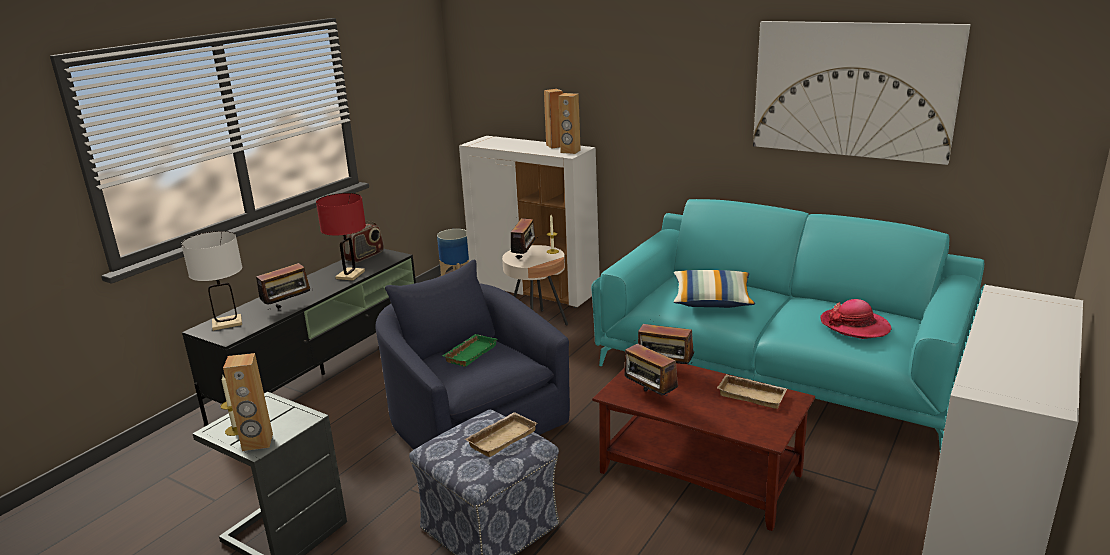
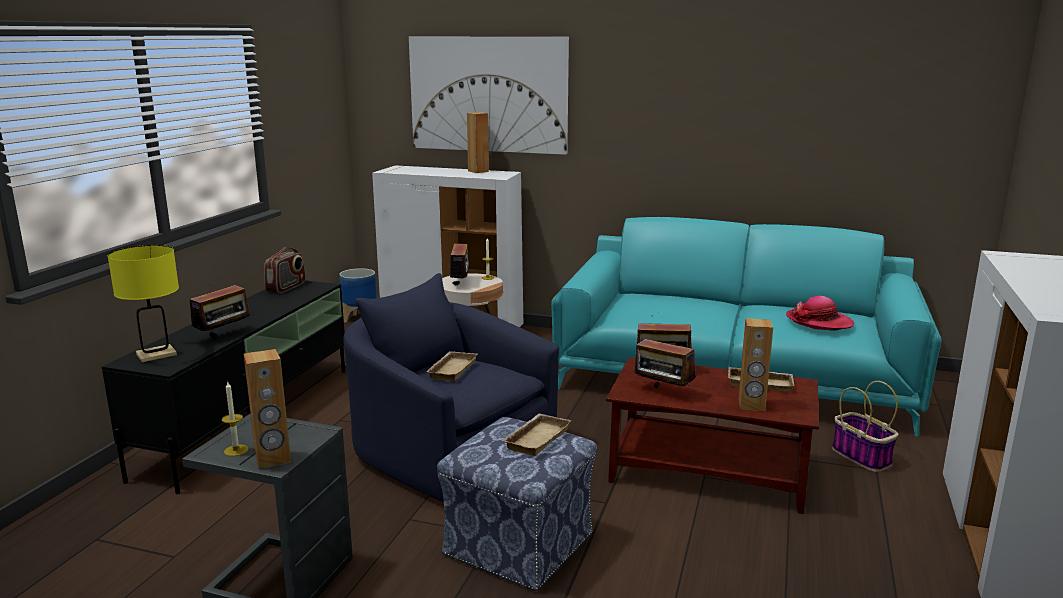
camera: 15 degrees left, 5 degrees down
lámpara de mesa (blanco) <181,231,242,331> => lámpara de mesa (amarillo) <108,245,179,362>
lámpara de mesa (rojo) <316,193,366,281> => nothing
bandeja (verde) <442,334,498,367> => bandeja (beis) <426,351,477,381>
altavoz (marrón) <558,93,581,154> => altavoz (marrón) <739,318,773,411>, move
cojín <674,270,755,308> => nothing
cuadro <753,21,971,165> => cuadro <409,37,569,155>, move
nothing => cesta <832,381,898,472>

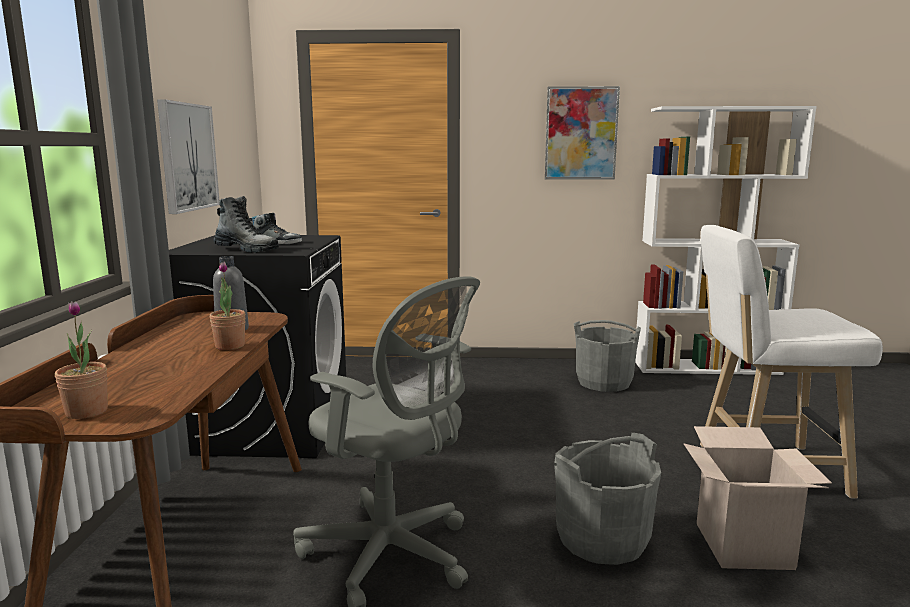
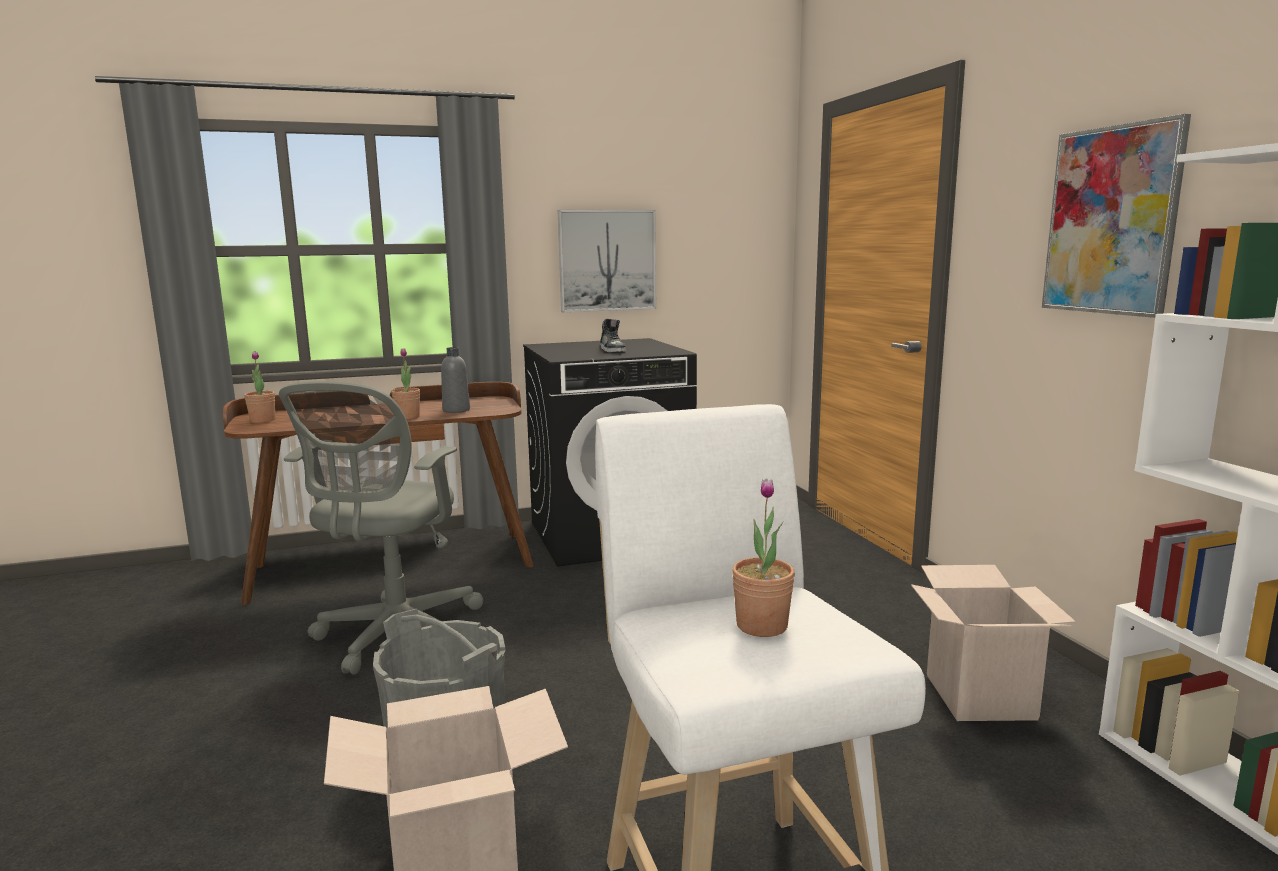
camera: 70 degrees right, 0 degrees up
bota <214,196,279,253> => nothing
cubo (gris) <574,320,641,392> => caja de cartón <911,565,1076,721>
nothing => planta en maceta <732,478,795,637>

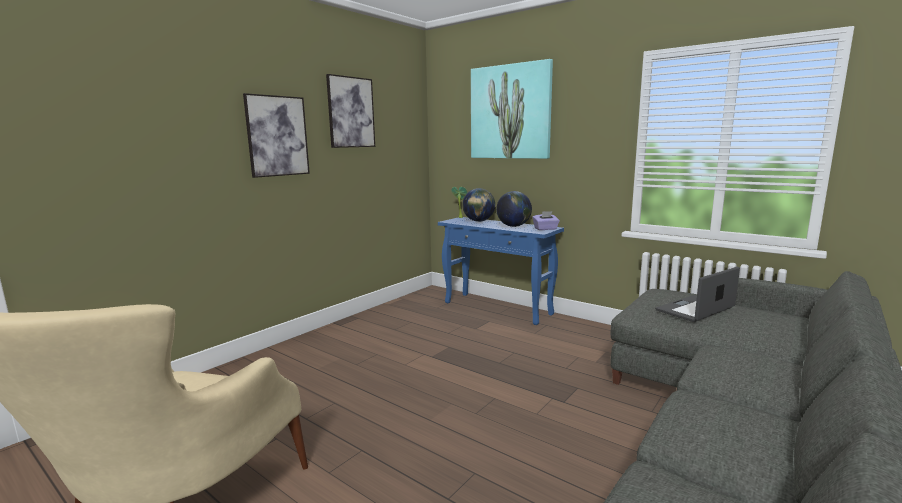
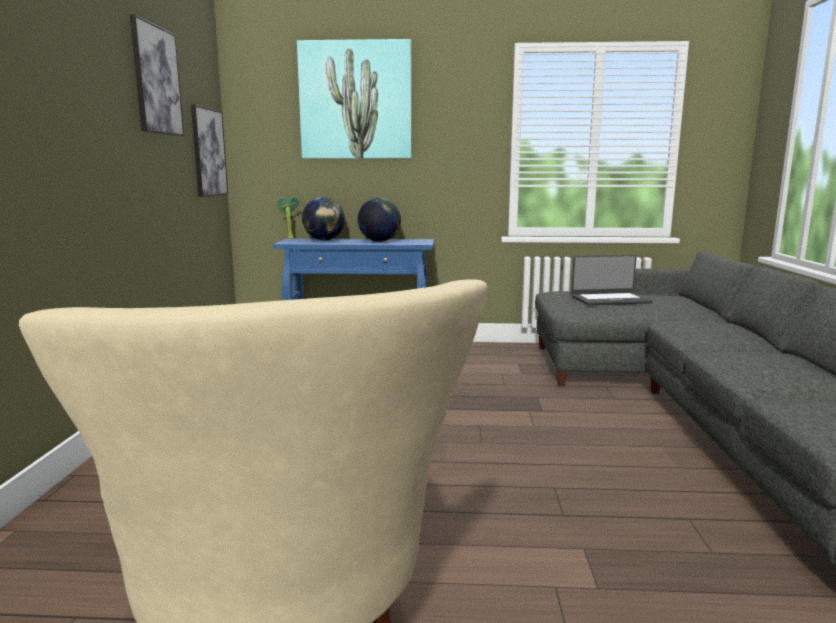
camera: 35 degrees left, 0 degrees up
cuadro <243,93,310,178> => cuadro <191,105,228,197>, move
caja de pañuelos (morado) <533,211,560,230> => nothing
portátil <655,267,740,322> => portátil <571,255,653,305>, 120 degrees counterclockwise

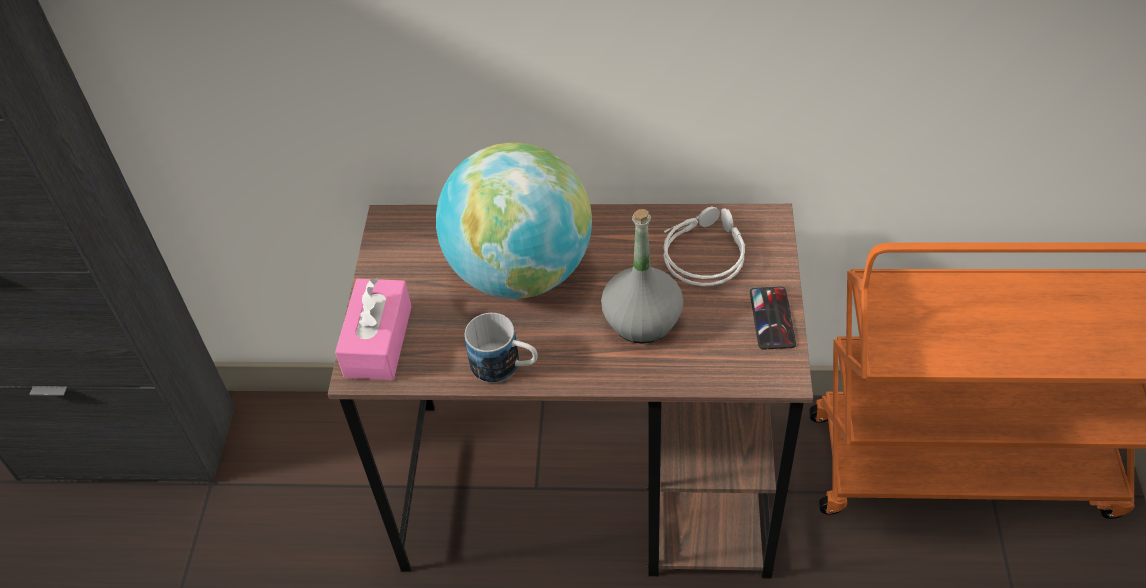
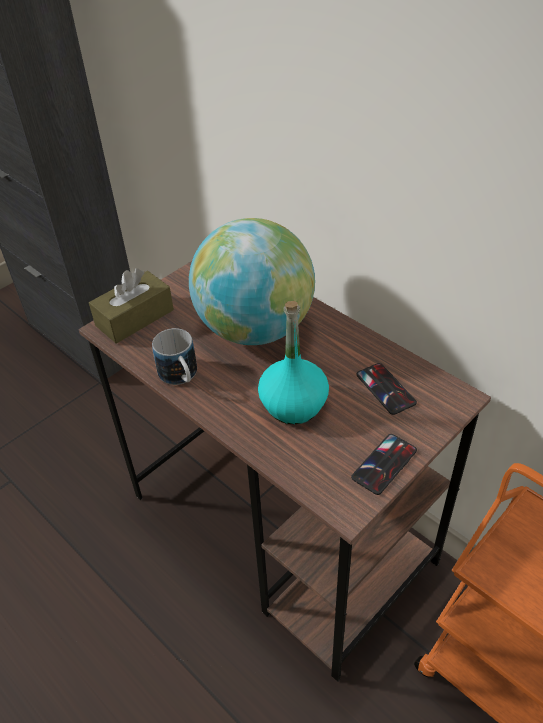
camera: 40 degrees right, 5 degrees down
caja de pañuelos (rosa) <335,278,412,380> => caja de pañuelos (marrón) <89,268,174,344>
botella (gris) <601,209,684,344> => botella (turquesa) <258,301,329,424>
auriculares (gris) <663,206,746,286> => móvil <356,363,417,415>

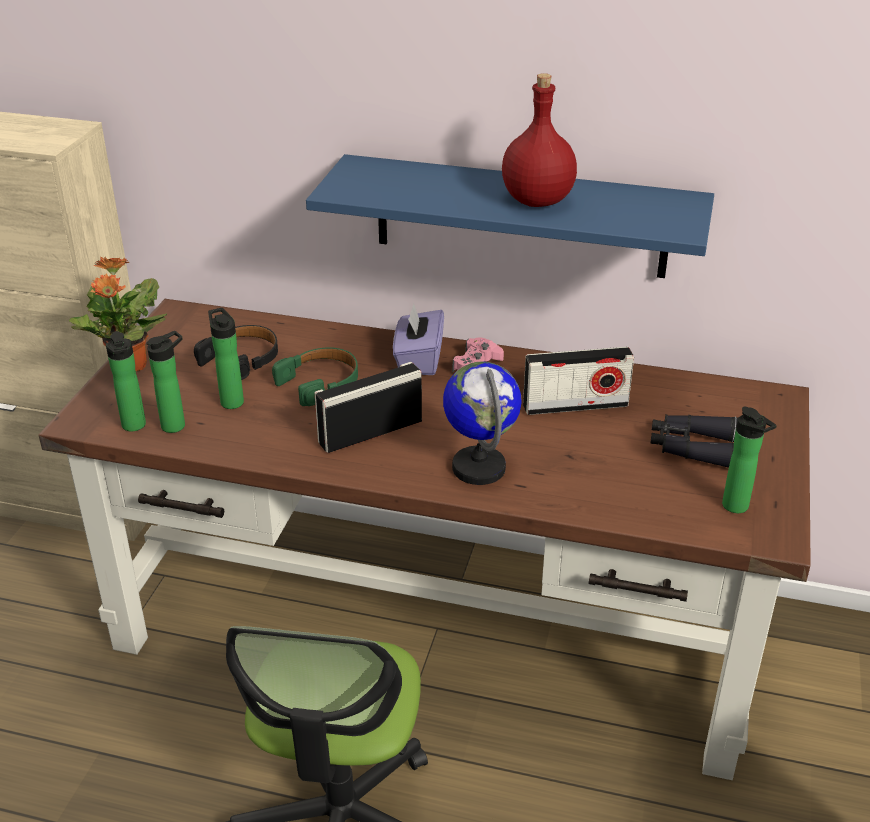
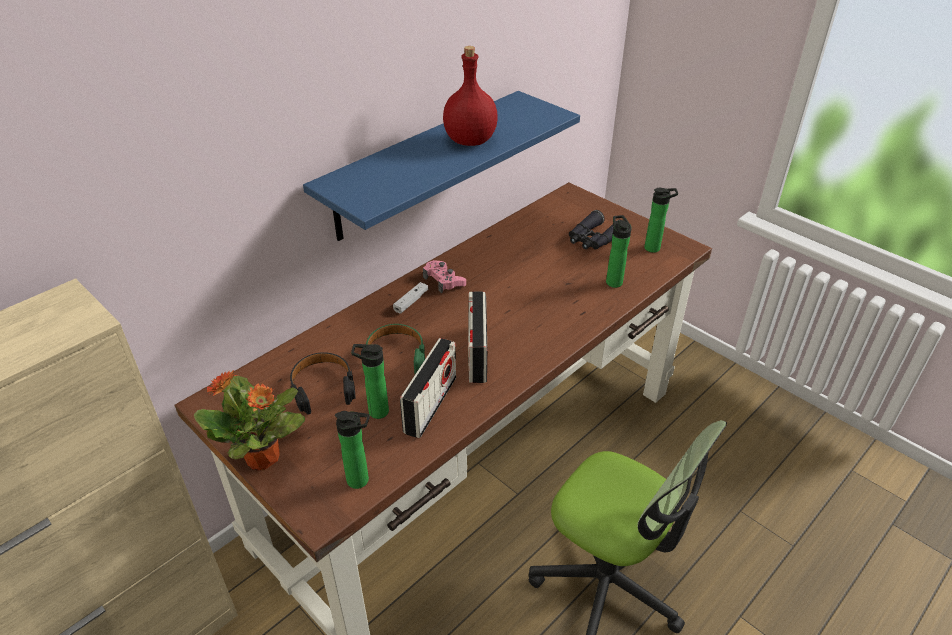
camera: 60 degrees left, 5 degrees up
botella <146,331,185,433> => botella <606,215,632,288>, move
caja de pañuelos (morado) <393,303,444,375> => mando de consola (blanco) <393,282,429,314>
globo terráqueo <443,361,522,485> => nothing
radio <523,347,634,415> => radio <400,338,456,438>, move

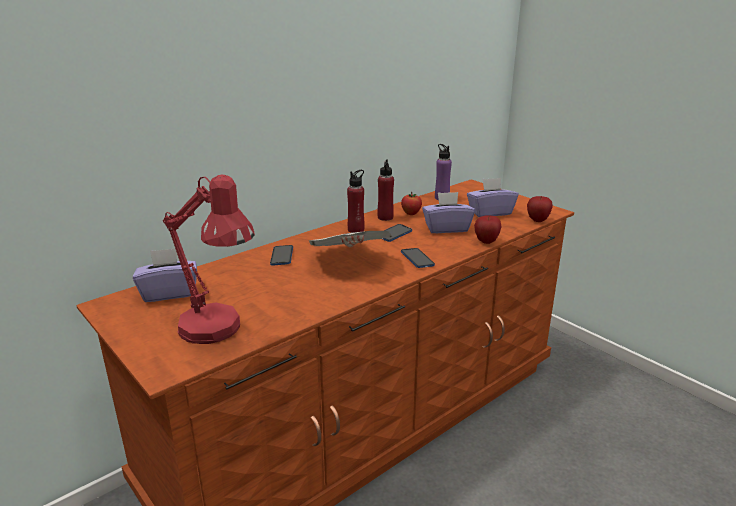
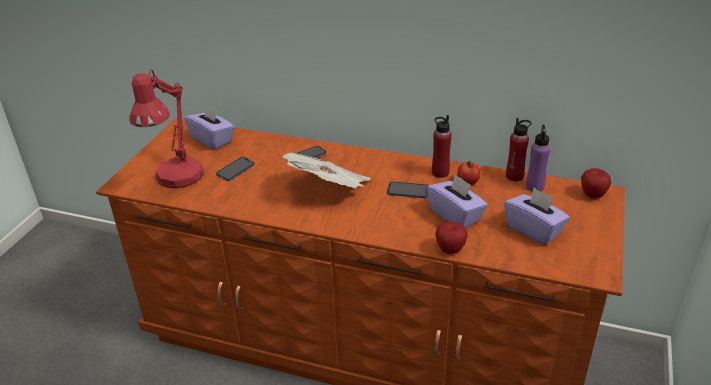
camera: 60 degrees right, 10 degrees up
botella (rojo) <347,170,365,233> => botella (rojo) <506,118,532,181>, move
móvil <401,248,435,268> => móvil <216,157,255,181>, move
manzana <527,196,553,222> => manzana <581,168,612,199>, move

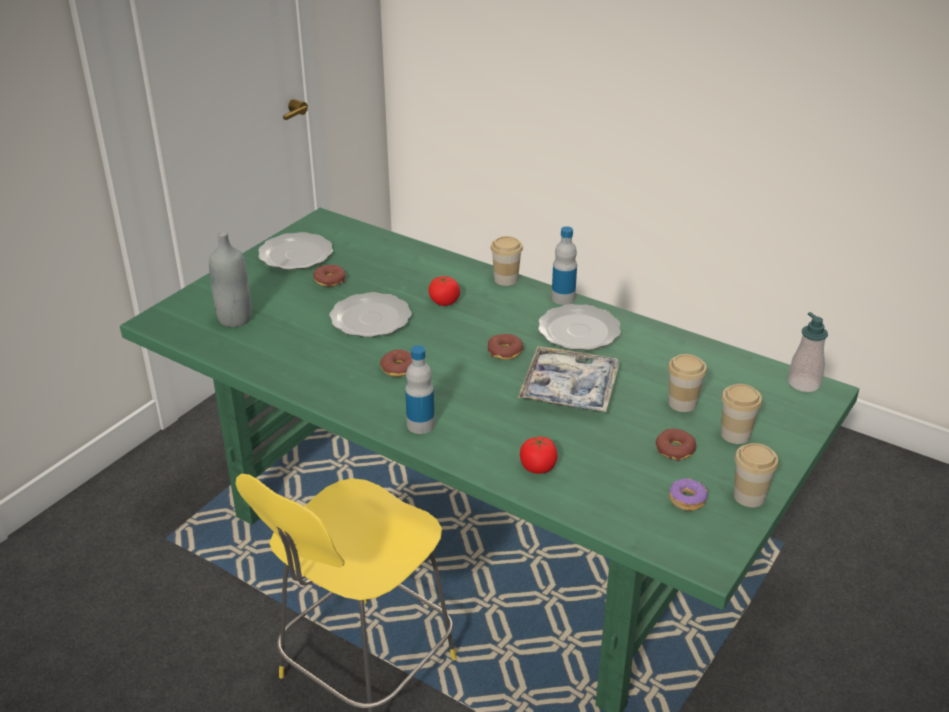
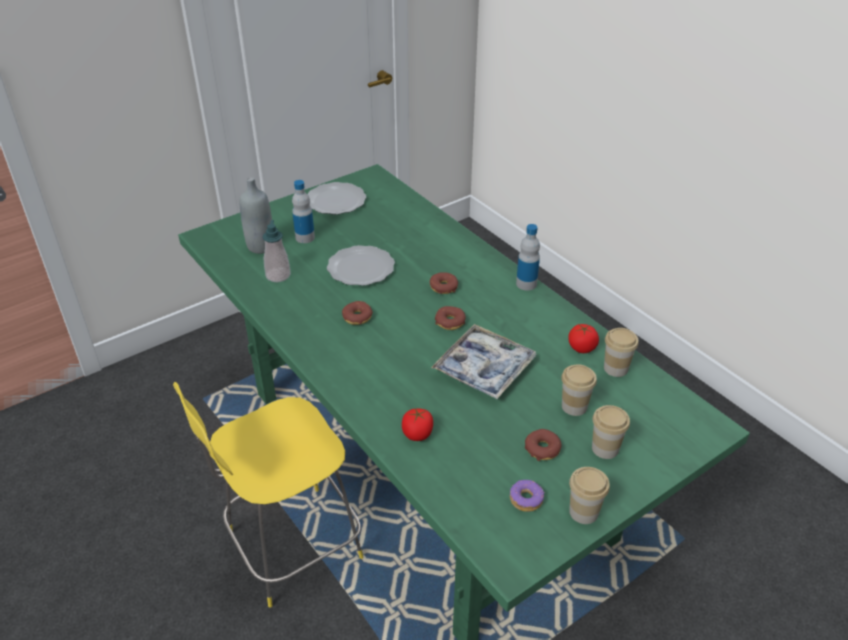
camera: 20 degrees right, 5 degrees up
rosquilla <313,265,346,287> => rosquilla <430,272,458,294>, move
botella <405,345,435,434> => botella <292,180,315,243>, move
tomate <428,276,460,306> => tomate <568,324,599,353>, move
taza <491,236,523,286> => taza <604,328,639,377>, move
plato <538,304,621,350> => nothing
dispensador de jabón <788,312,828,392> => dispensador de jabón <263,220,291,282>, move

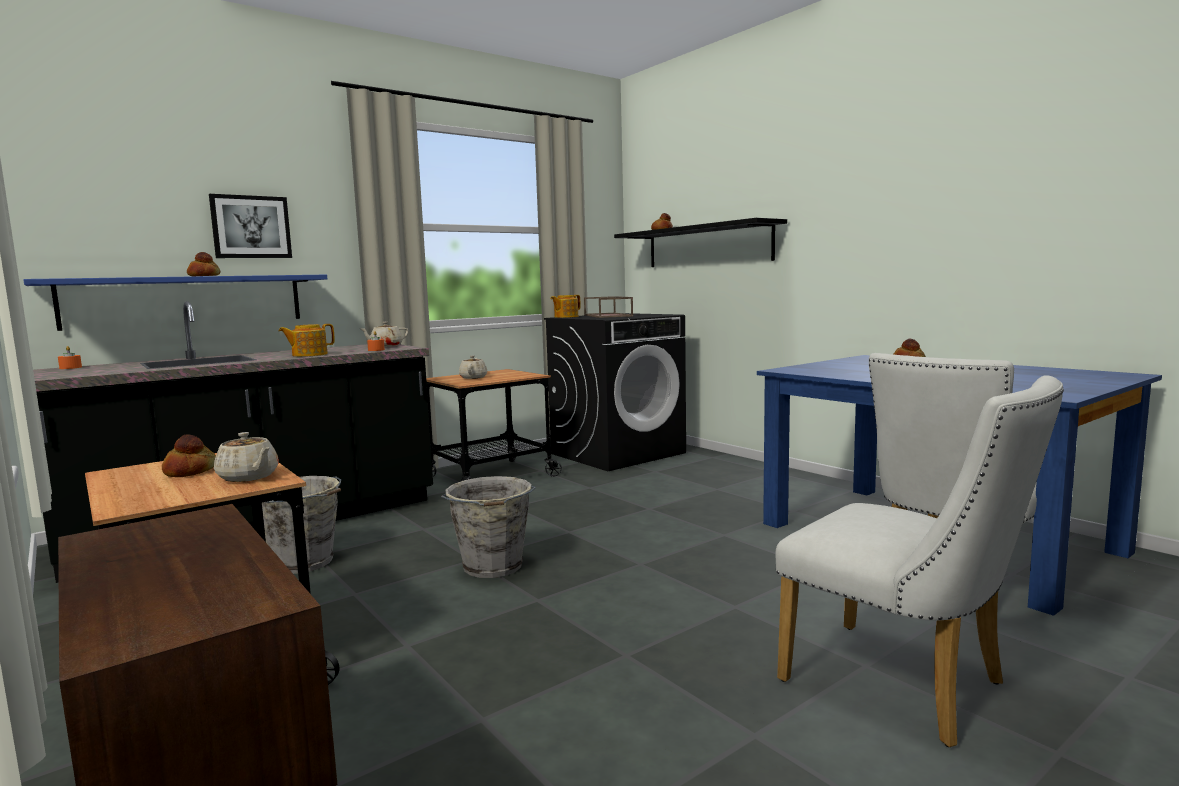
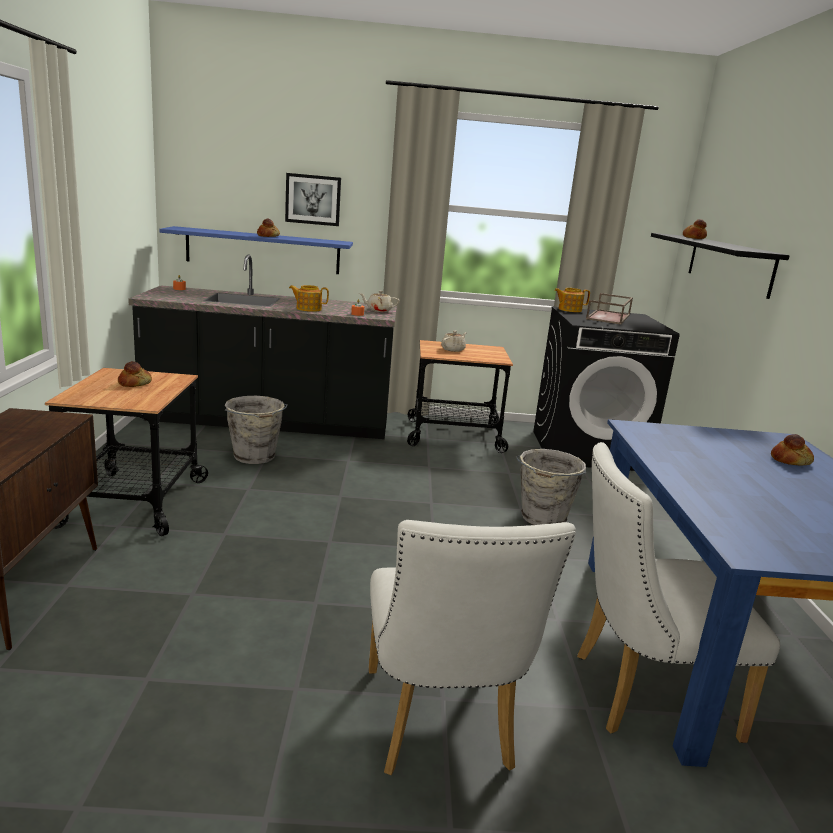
camera: 35 degrees right, 10 degrees up
tetera (beis) <214,432,279,482> => nothing
cubo (gris) <441,476,536,578> => cubo (gris) <516,449,586,525>, move

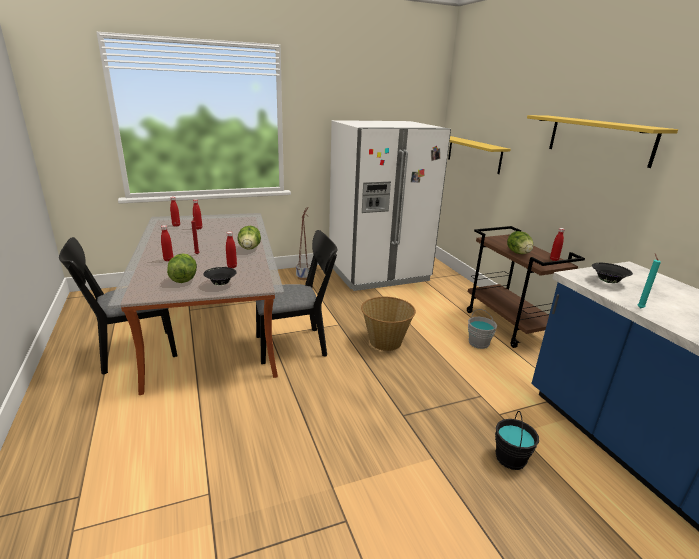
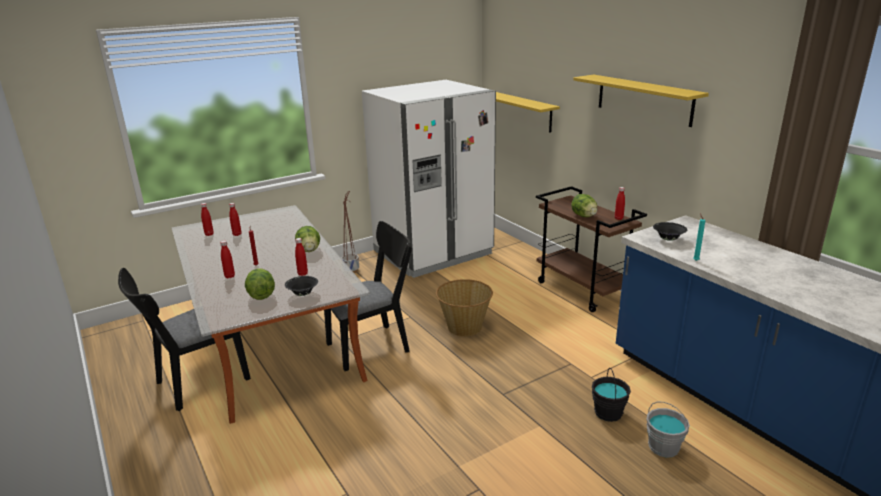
camera: 10 degrees left, 0 degrees up
cubo (gris) <468,309,497,349> => cubo (gris) <646,402,690,458>, move

